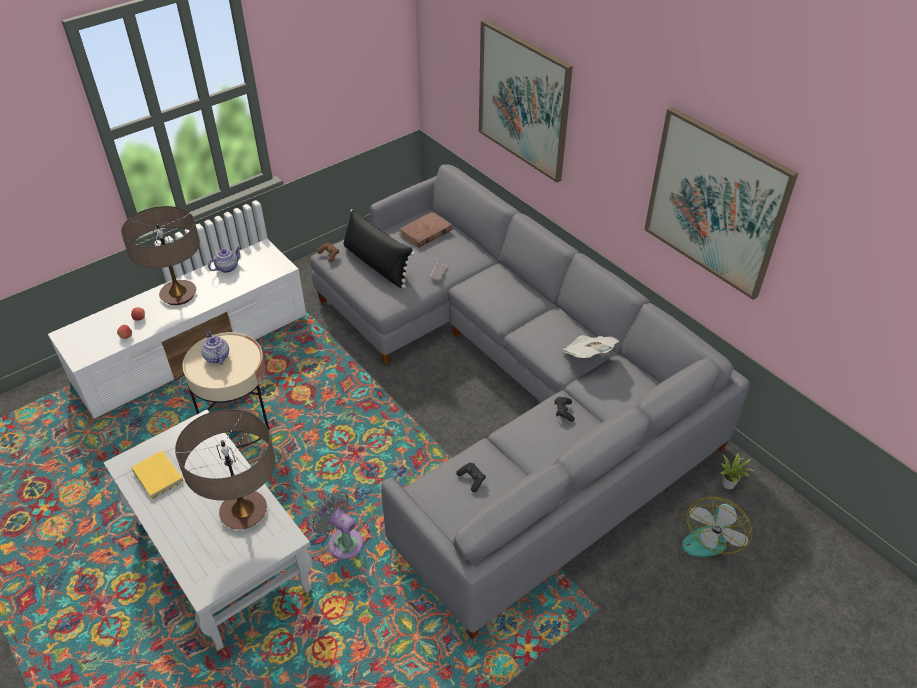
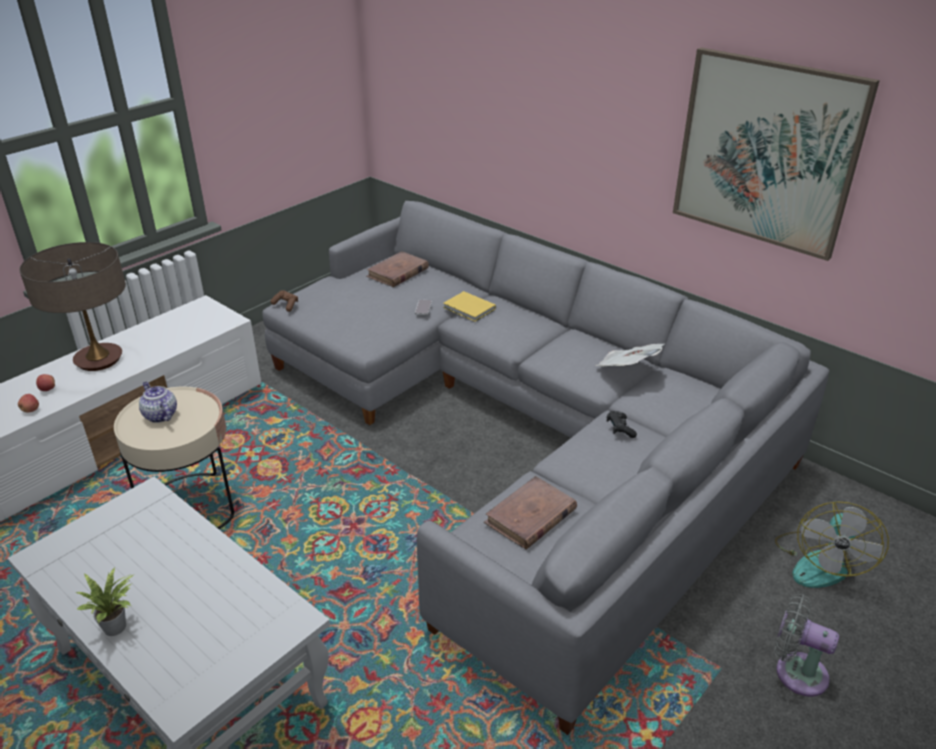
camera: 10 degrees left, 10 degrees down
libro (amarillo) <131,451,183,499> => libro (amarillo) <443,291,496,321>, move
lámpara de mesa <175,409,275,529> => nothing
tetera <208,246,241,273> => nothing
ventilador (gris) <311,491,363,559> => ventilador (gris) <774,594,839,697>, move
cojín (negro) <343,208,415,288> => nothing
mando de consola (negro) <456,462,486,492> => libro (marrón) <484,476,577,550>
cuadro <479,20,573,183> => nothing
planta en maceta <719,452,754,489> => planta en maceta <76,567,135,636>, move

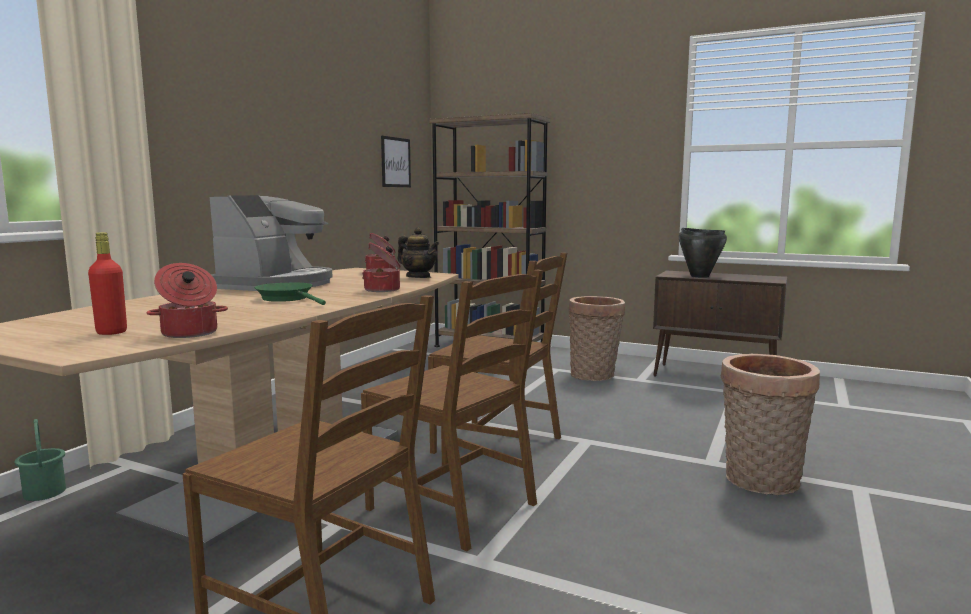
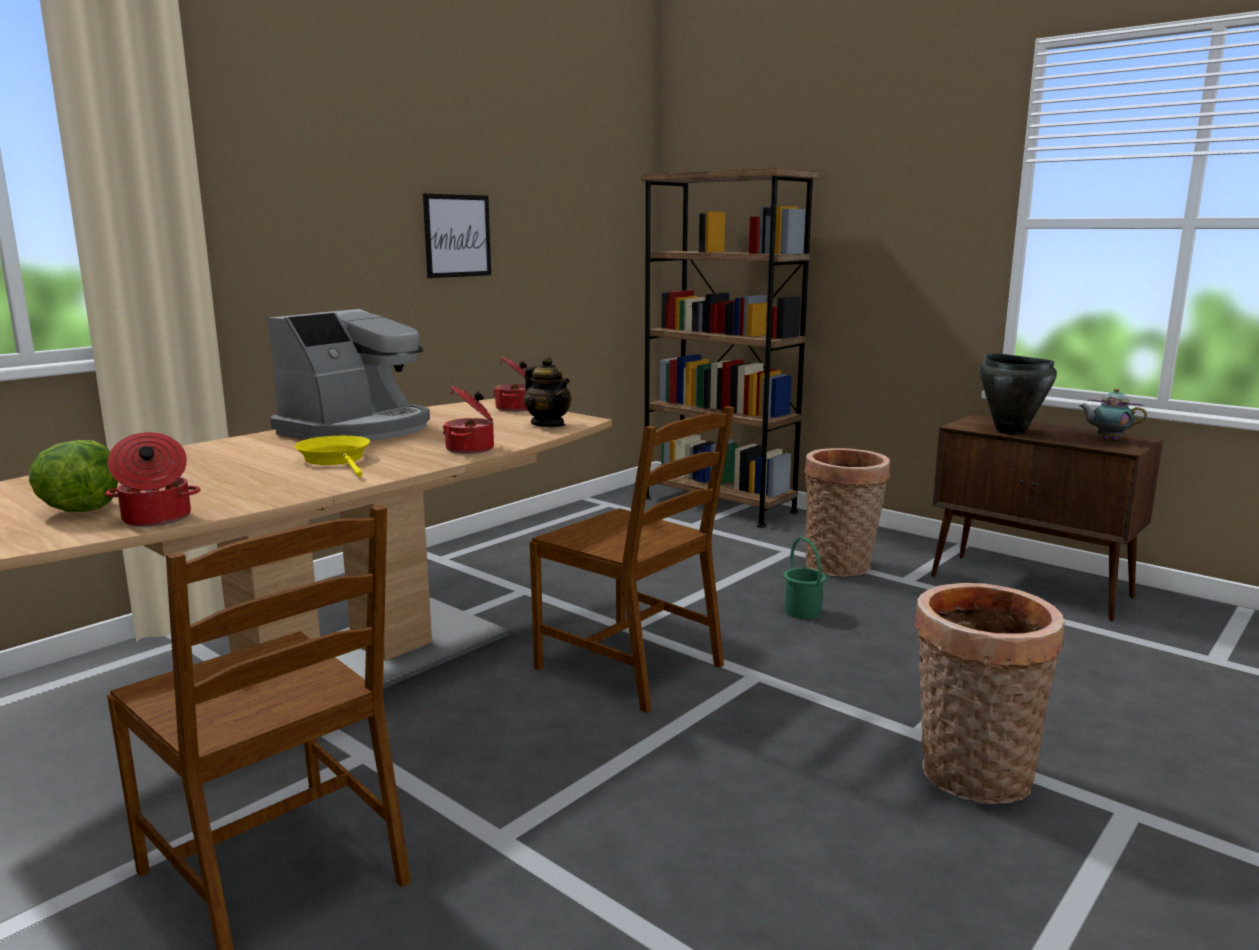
camera: 15 degrees right, 5 degrees up
cubo (verde) <14,419,66,501> => cubo (verde) <783,537,827,619>, move
botella (rojo) <88,232,127,335> => lechuga <29,440,118,512>
sartén (verde) <254,283,326,305> => sartén (amarillo) <295,436,370,477>
silla (marrón) <361,270,543,551> => nothing
cuadro <381,136,411,187> => cuadro <423,194,491,278>, move
nothing => tetera <1079,388,1147,440>

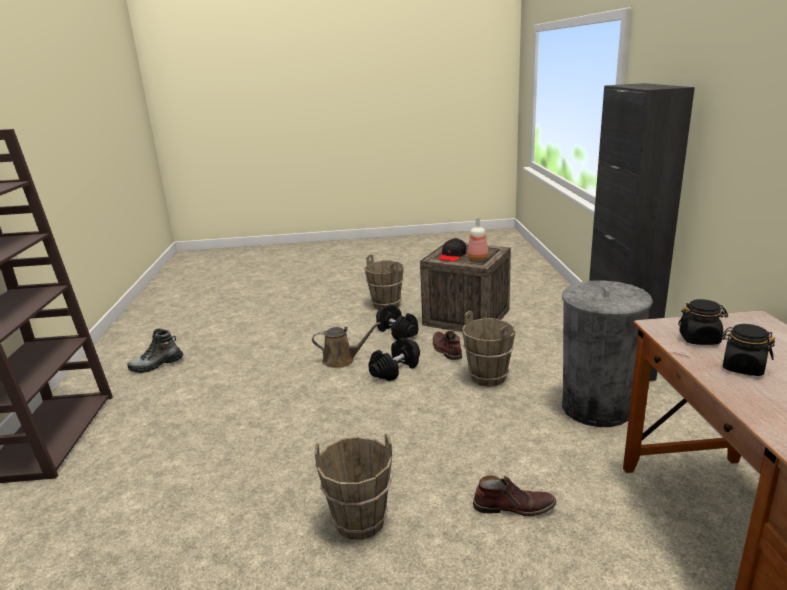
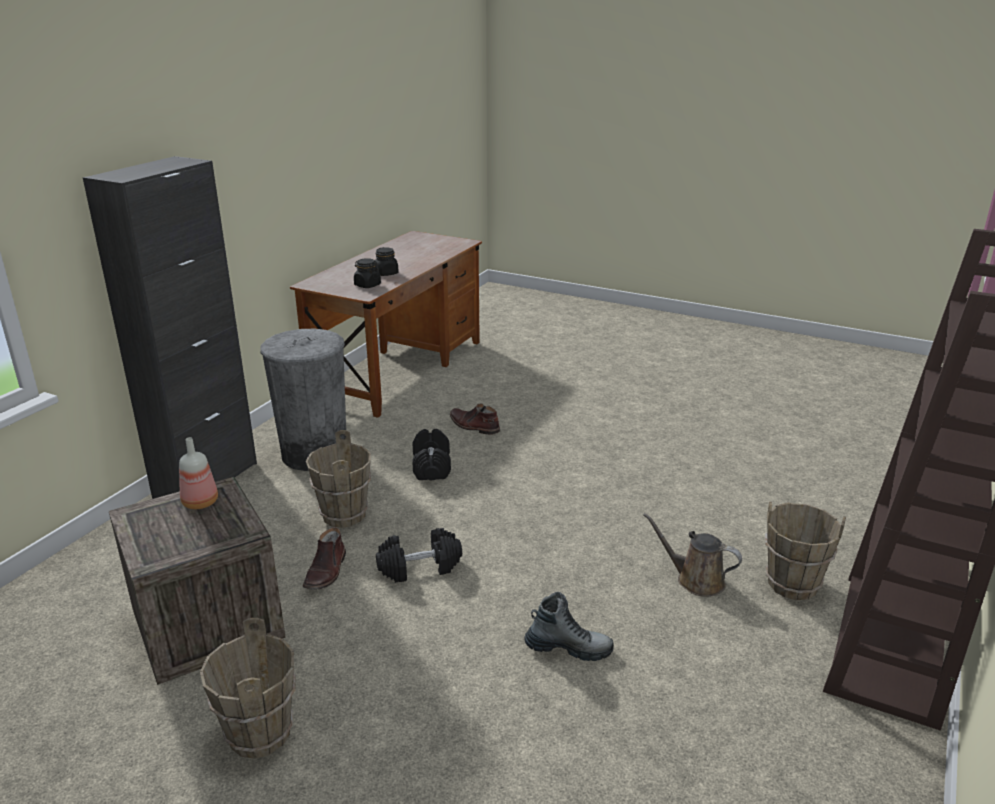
camera: 150 degrees left, 5 degrees up
bota <127,328,183,373> => bota <524,592,614,661>, move
regadera (marrón) <312,322,381,368> => regadera (marrón) <643,513,742,597>, move
cubo (marrón) <315,434,392,540> => cubo (marrón) <765,501,846,600>, move
mancuerna (negro) <376,304,418,340> => mancuerna (negro) <412,429,451,480>, move
gorra (negro) <439,238,466,262> => nothing

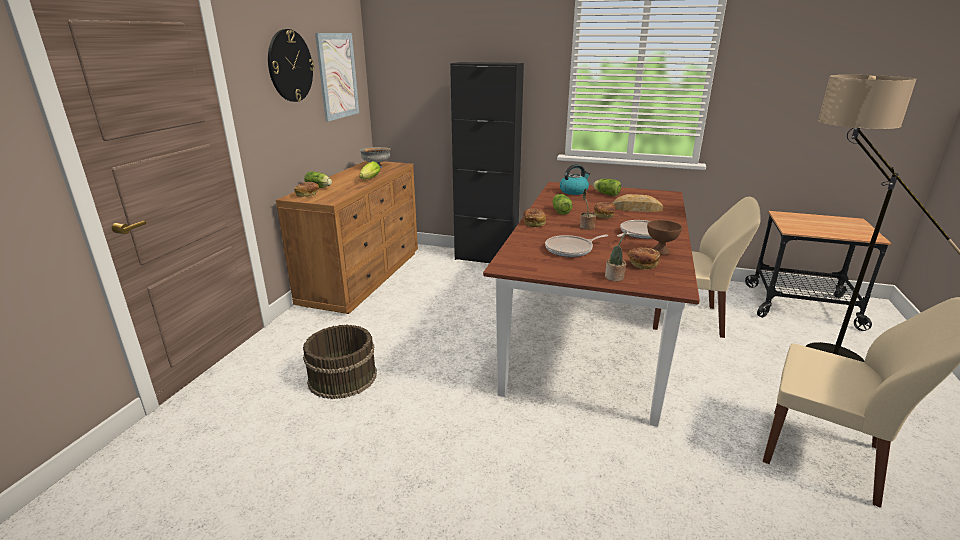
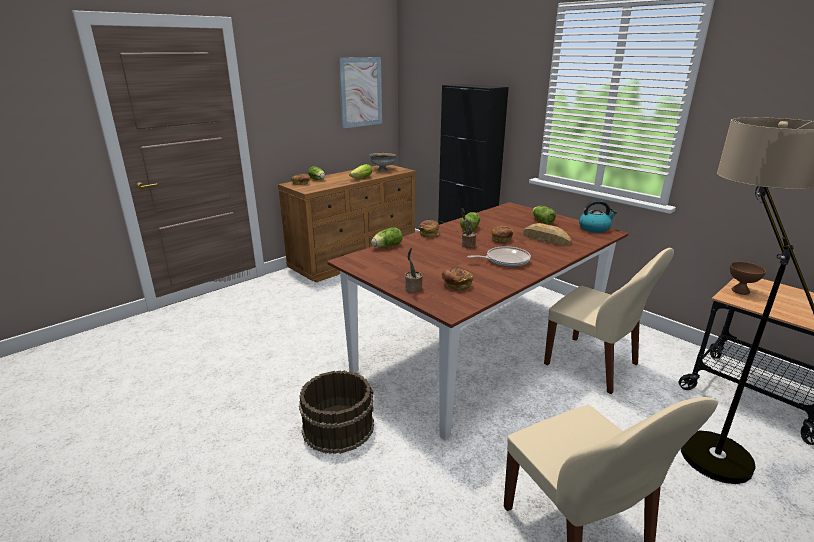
camera: 30 degrees right, 0 degrees up
reloj de pared <268,29,315,102> => nothing
cubo (marrón) <303,324,377,399> => cubo (marrón) <299,370,374,454>, move
sartén <545,234,608,257> => nothing
hervidor <560,164,590,195> => hervidor <579,200,617,233>, move
cuenco (marrón) <647,220,682,255> => cuenco (marrón) <730,262,766,295>, move
nothing => lechuga <371,227,402,248>

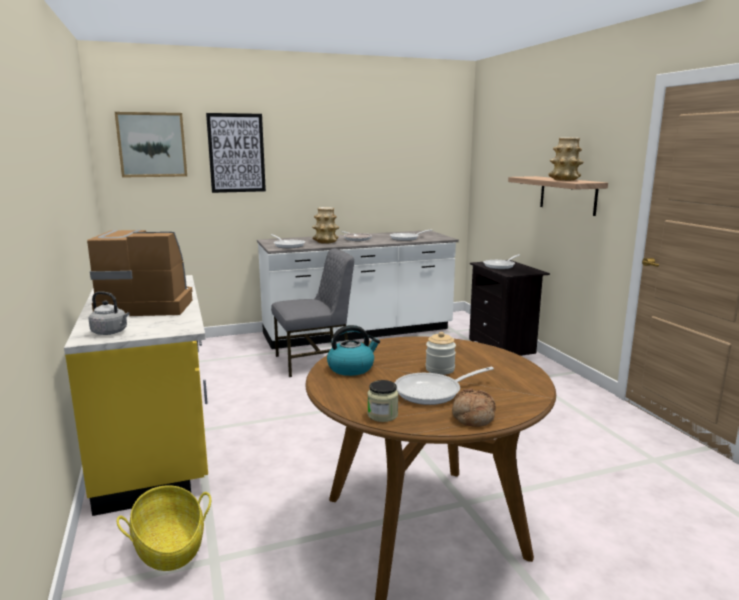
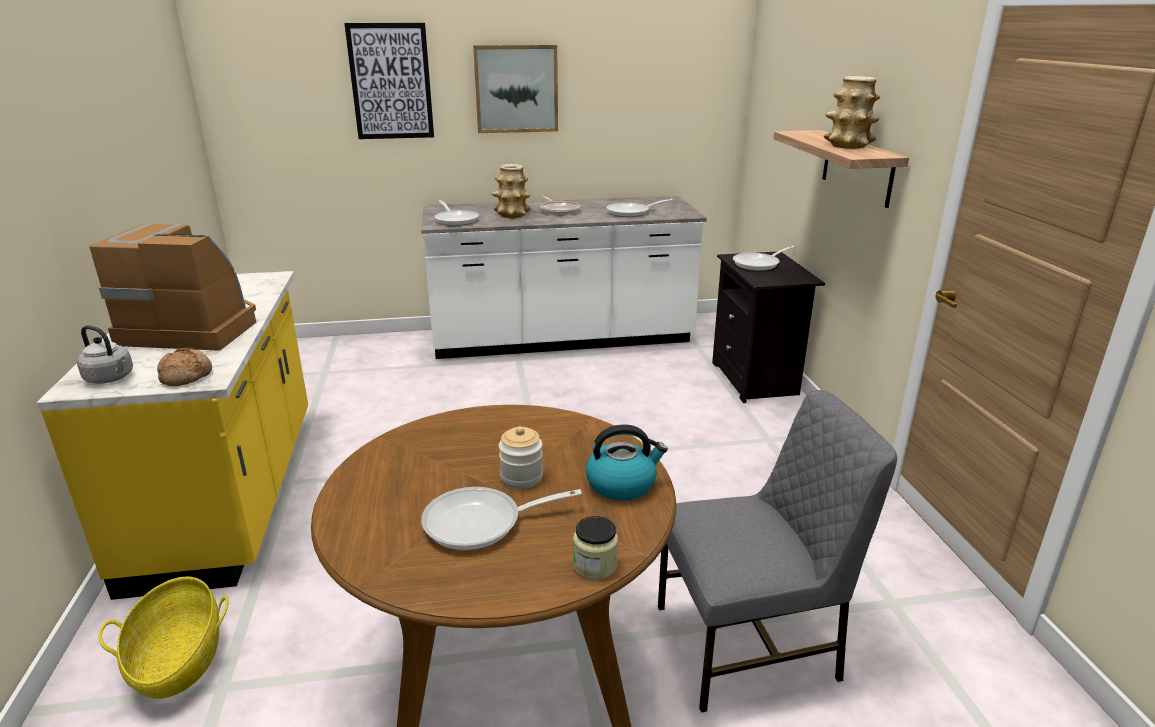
camera: 10 degrees right, 10 degrees up
cuadro <115,112,187,178> => cuadro <473,45,558,133>, move
silla (gris) <271,249,354,377> => silla (gris) <658,390,897,713>, move
hervidor <327,325,380,376> => hervidor <586,425,668,500>, move
tarro <368,380,398,422> => tarro <573,516,618,580>, move
pan <452,389,496,427> => pan <157,348,212,386>, move

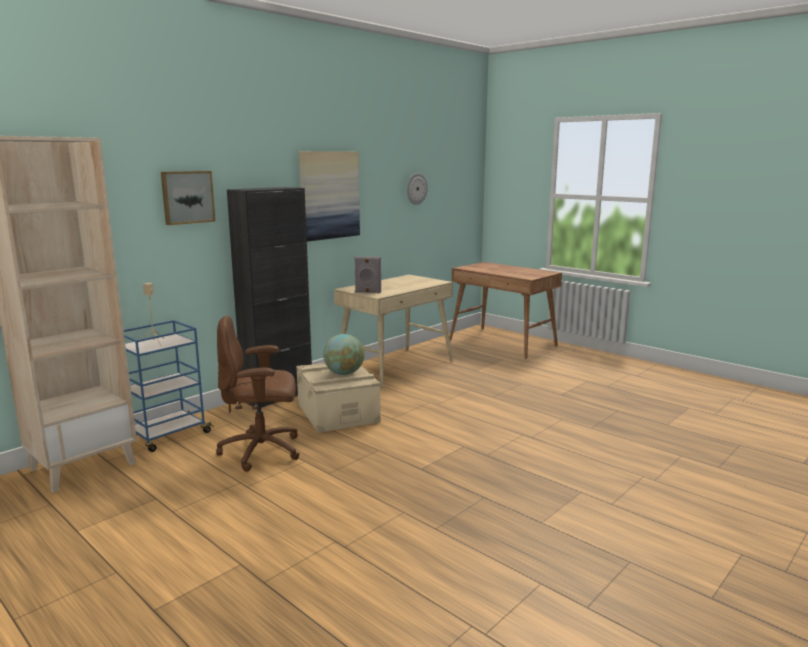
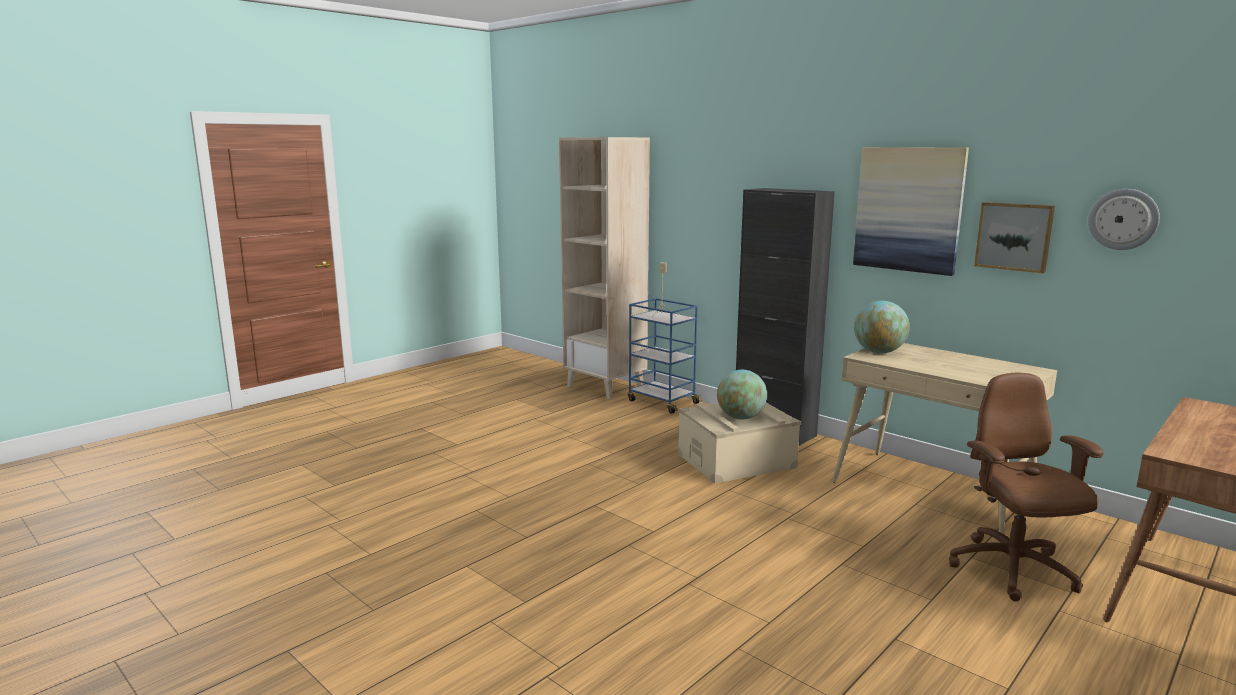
camera: 90 degrees right, 0 degrees up
cuadro <161,171,215,225> => cuadro <974,202,1055,273>, move
silla de oficina (marrón) <216,316,300,472> => silla de oficina (marrón) <949,373,1104,601>, move
altavoz (gris) <354,256,381,293> => globo terráqueo <854,301,910,353>

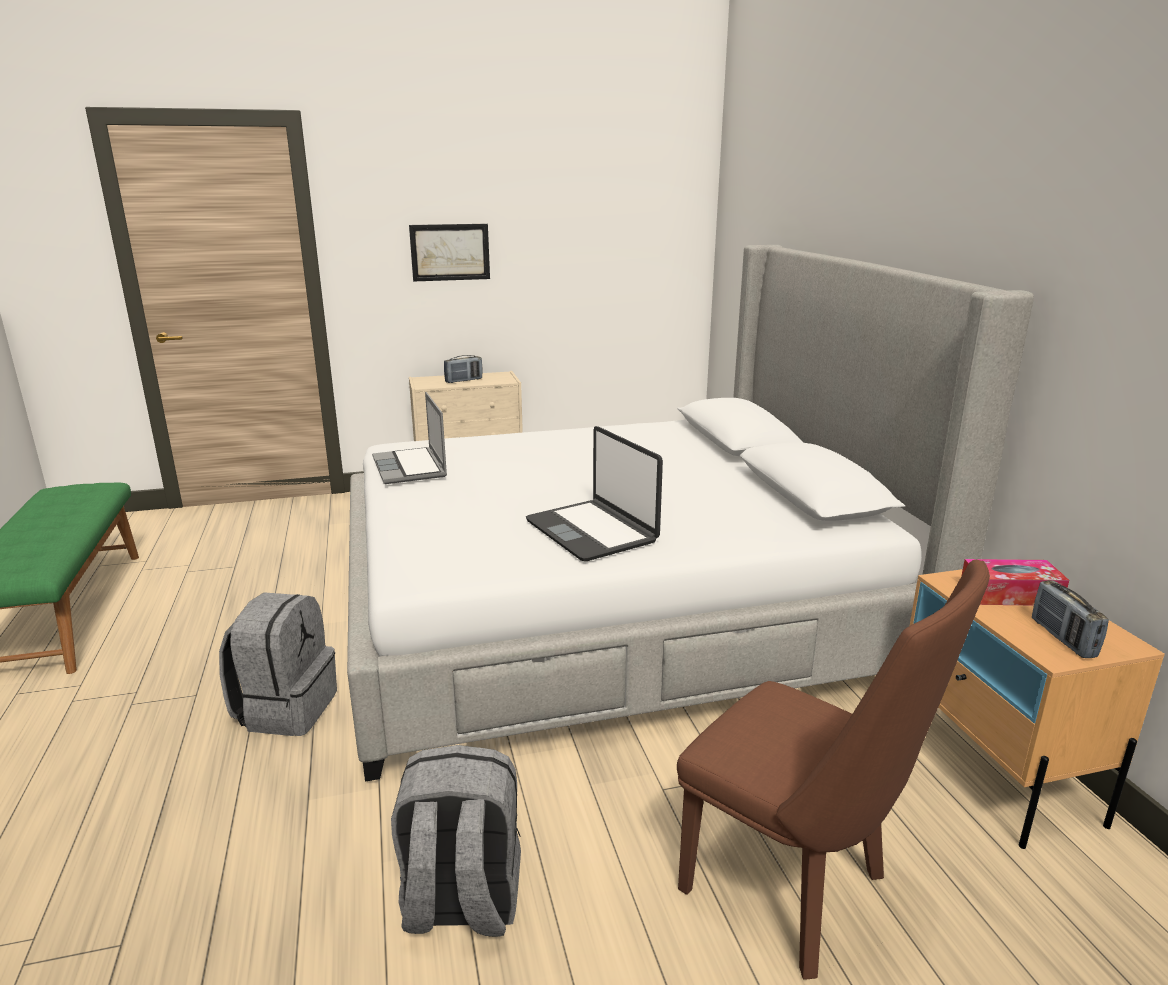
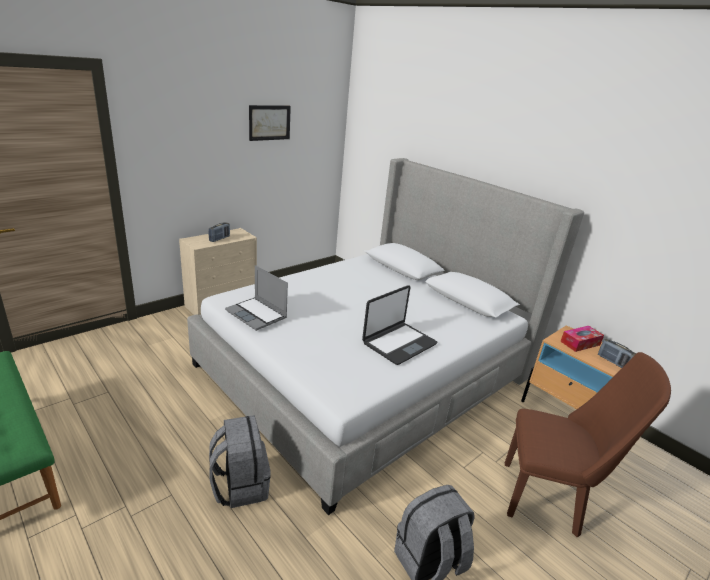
camera: 30 degrees left, 5 degrees up
cuadro <409,224,490,282> => cuadro <249,105,291,141>, move
portátil <526,426,663,561> => portátil <362,285,437,365>, 75 degrees counterclockwise

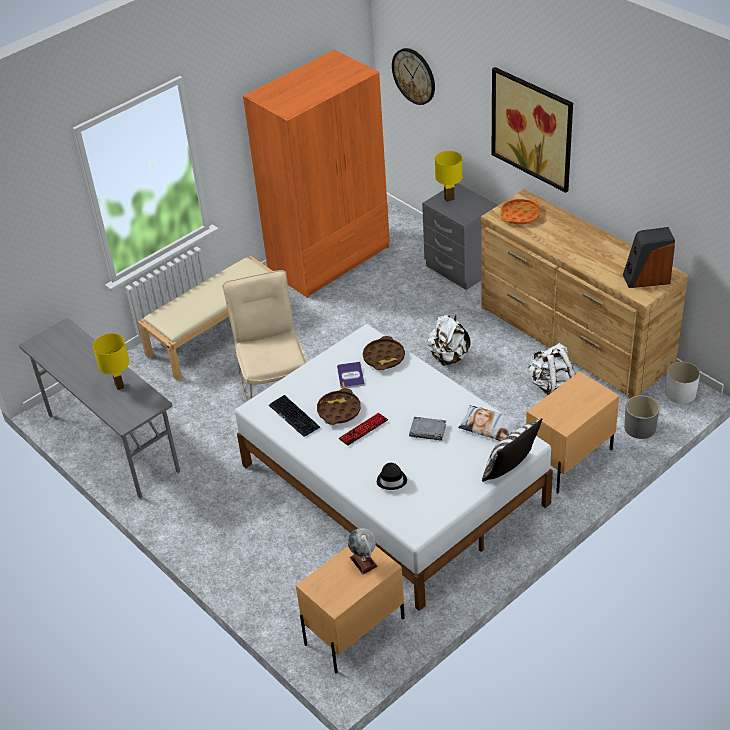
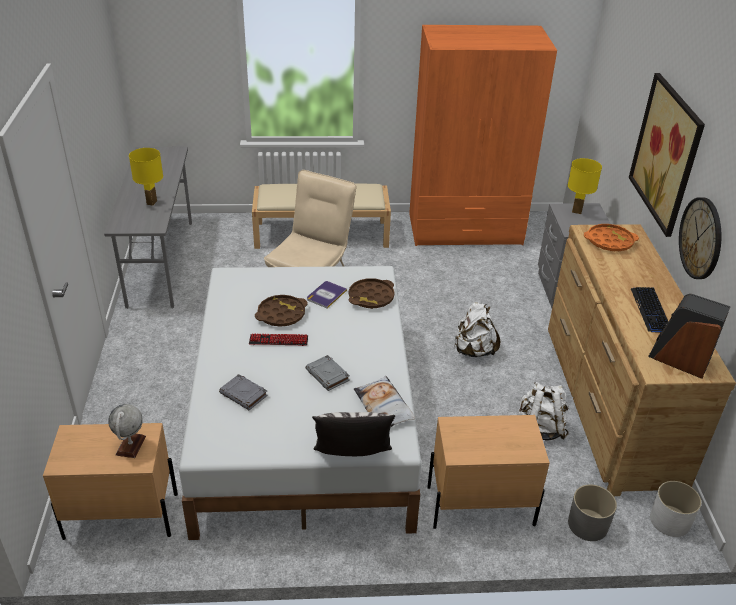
camera: 35 degrees right, 5 degrees down
teclado <269,395,320,437> => teclado <631,287,668,333>, move
sombrero (negro) <377,463,407,490> => libro (gris) <219,374,268,410>
reloj de pared <392,48,435,105> => reloj de pared <679,197,721,279>, move

